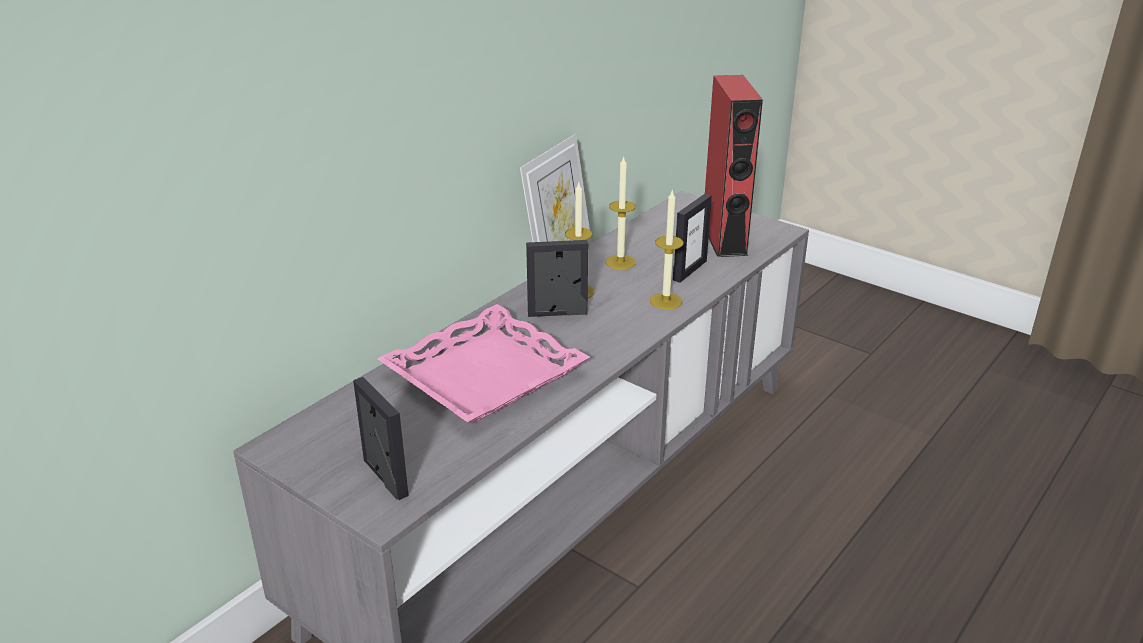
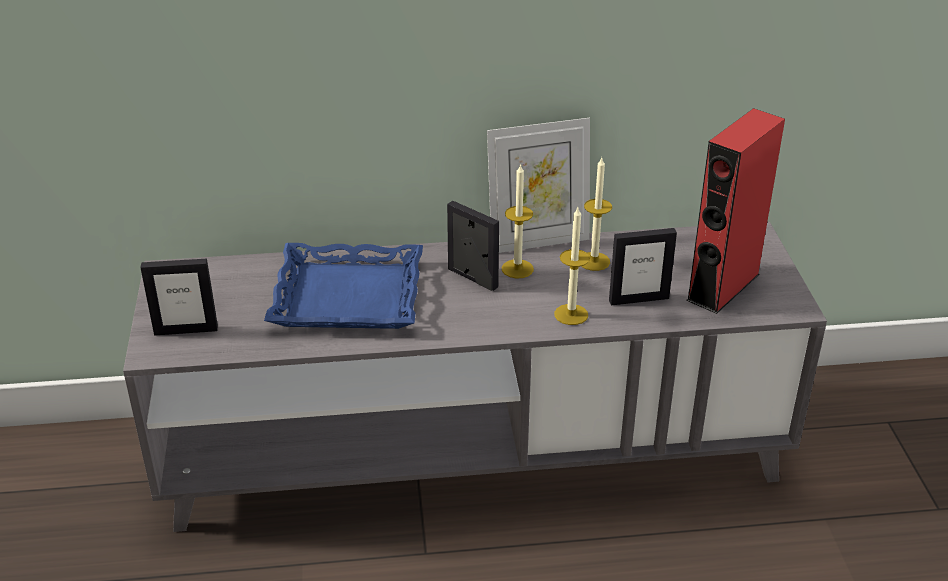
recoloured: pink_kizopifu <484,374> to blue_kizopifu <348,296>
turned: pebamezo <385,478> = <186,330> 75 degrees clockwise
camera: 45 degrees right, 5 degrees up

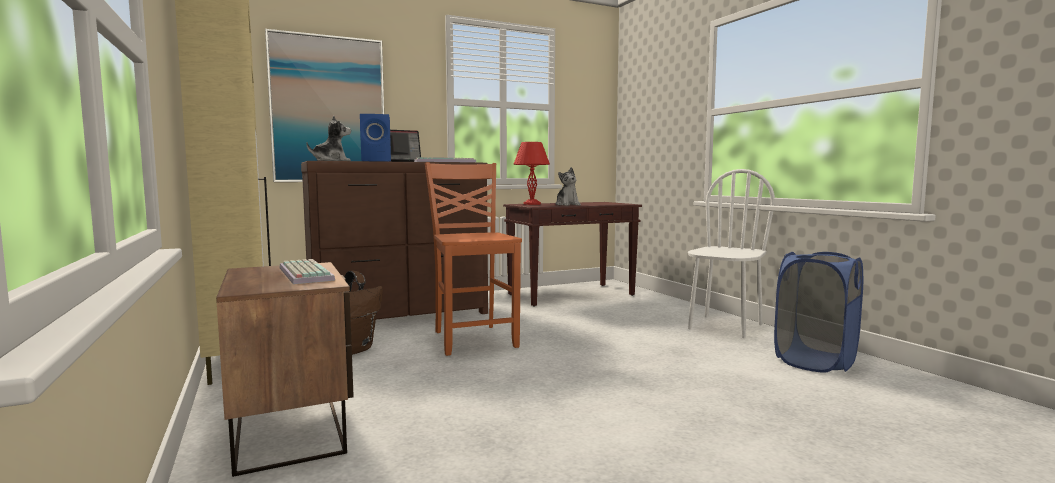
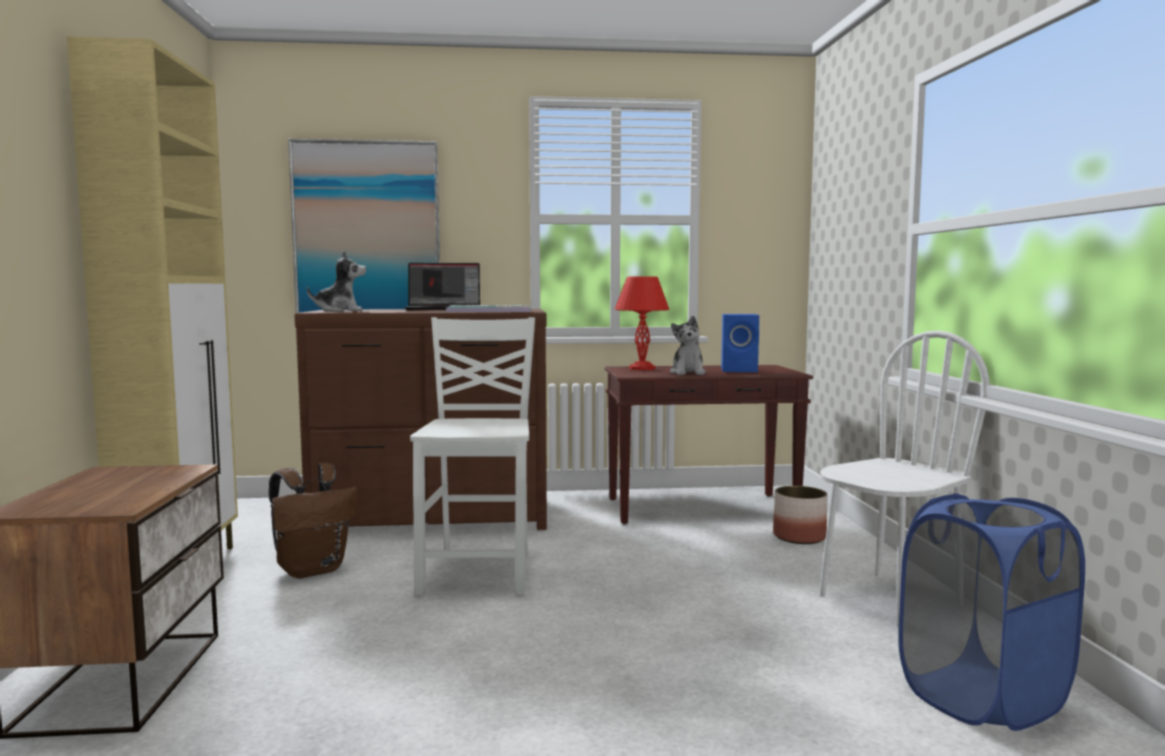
removed: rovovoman <303,273>
added: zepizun <799,537>
moved: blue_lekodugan <378,161> to <740,370>
recoloured: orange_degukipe <473,339> to white_degukipe <479,572>
camera: 20 degrees right, 0 degrees up

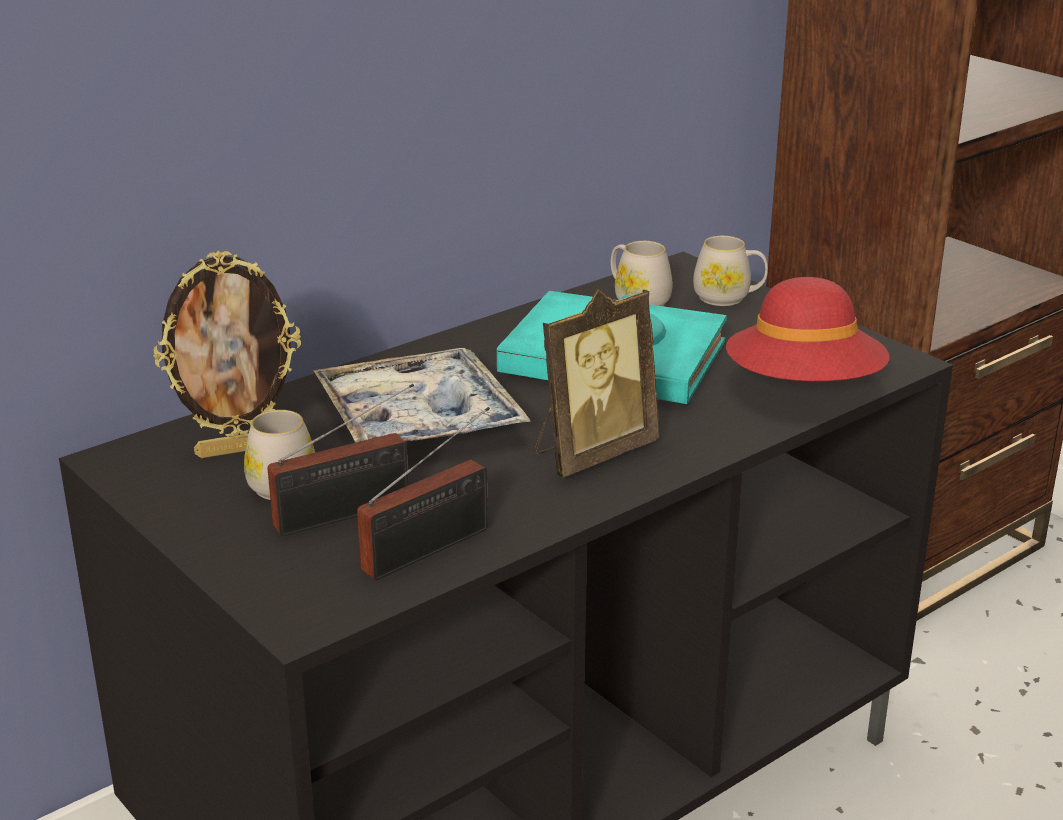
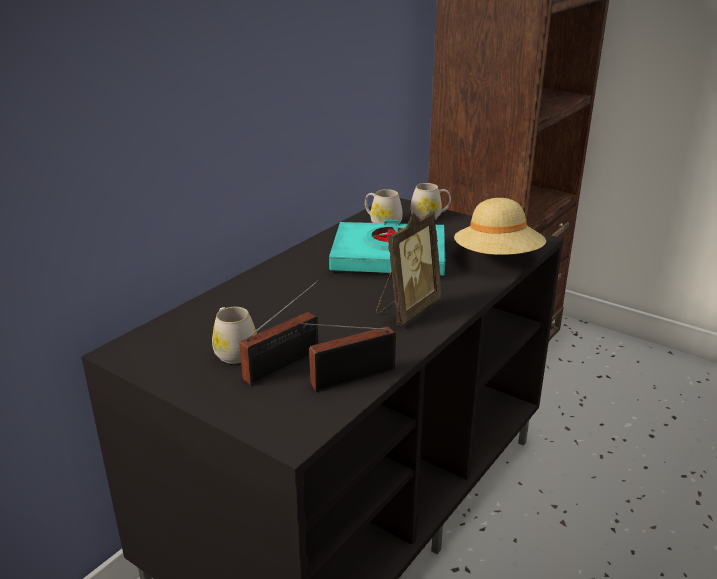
removed: pebamezo <238,449>; kizopifu <419,419>
recoloured: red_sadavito <804,388> to beige_sadavito <497,259>
turned: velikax <433,547> = <348,378> 150 degrees counterclockwise
camera: 15 degrees left, 0 degrees up

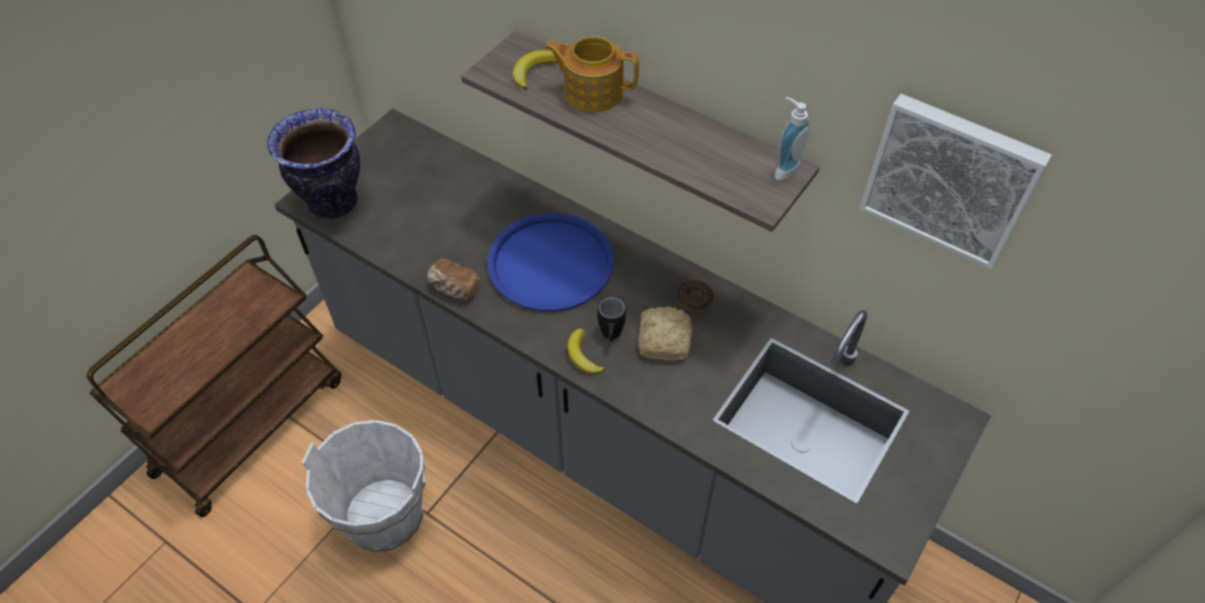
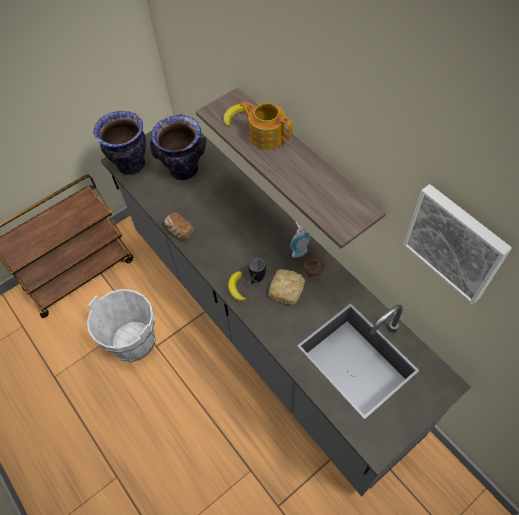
removed: blue_kizopifu <550,263>
added: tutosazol <184,170>
moved: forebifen <783,168> to <298,251>
camera: 20 degrees right, 5 degrees up

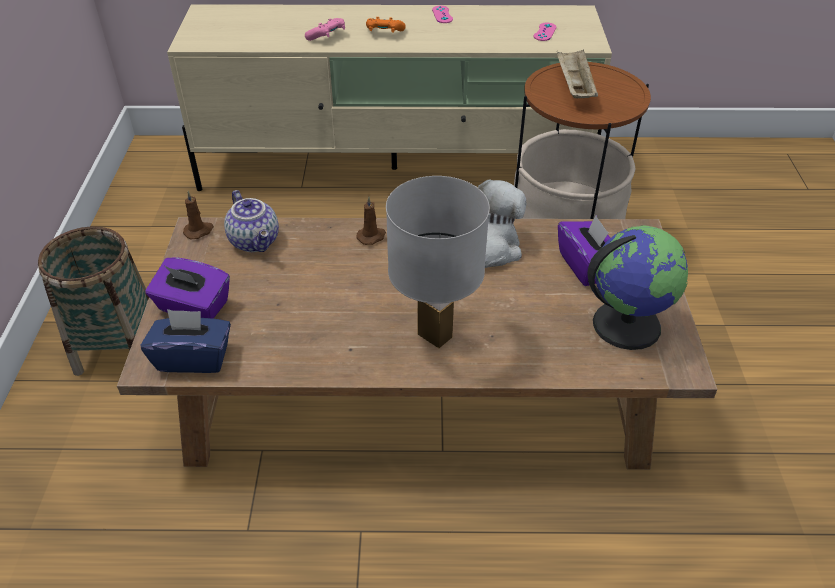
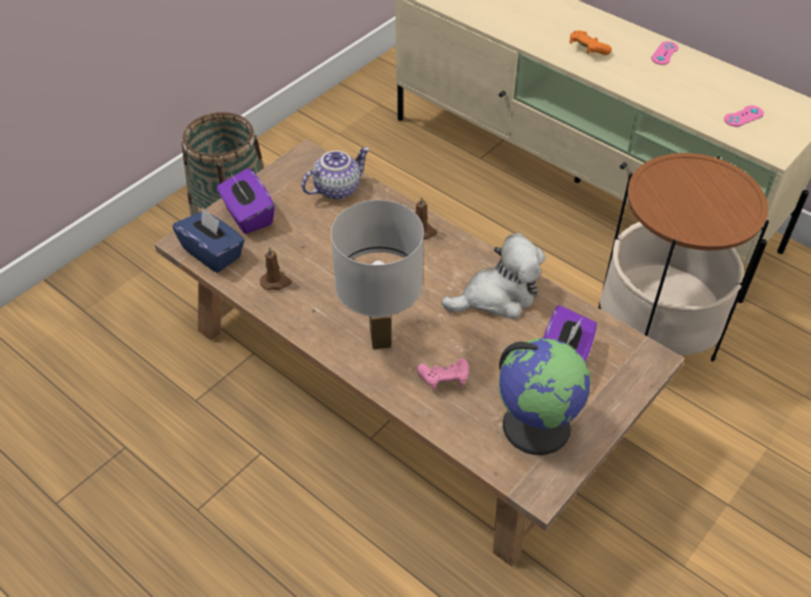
removed: beige_kizopifu <574,87>
moved: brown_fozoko <199,231> to <276,282>; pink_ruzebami <327,37> to <444,379>
turned: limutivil <256,241> = <337,188> 135 degrees counterclockwise
camera: 40 degrees right, 5 degrees up

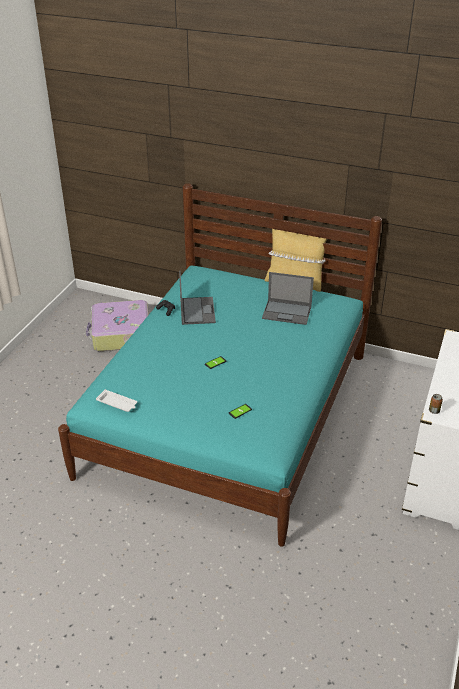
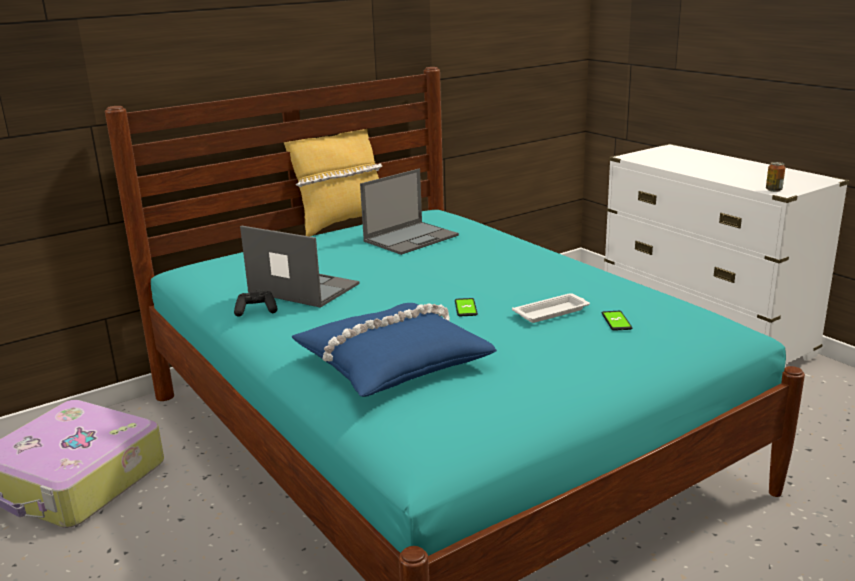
added: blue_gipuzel <391,362>
moved: white_kizopifu <117,403> to <552,312>
camera: 55 degrees left, 15 degrees down

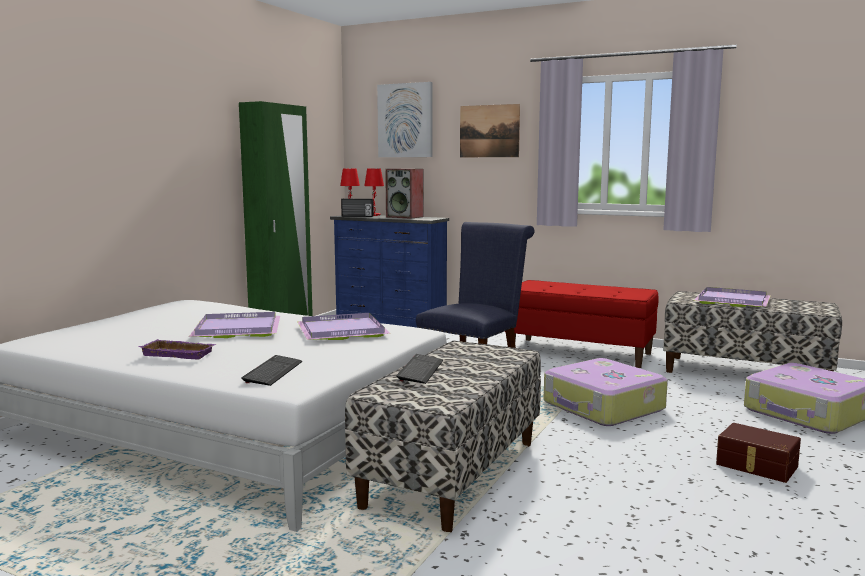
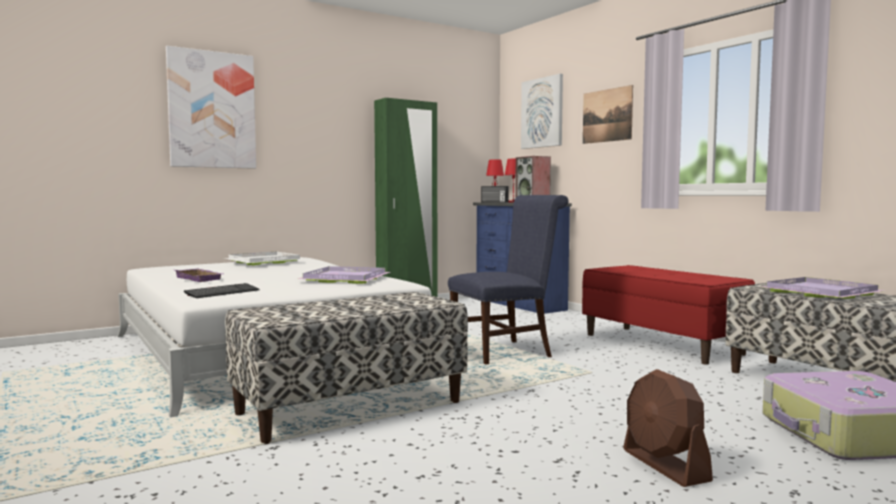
removed: purple_kizopifu <236,329>; rovovoman <420,370>; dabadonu <603,407>
added: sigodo <212,110>; white_kizopifu <263,261>
replaced: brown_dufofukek <756,466> to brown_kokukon <665,465>
camera: 30 degrees right, 5 degrees down

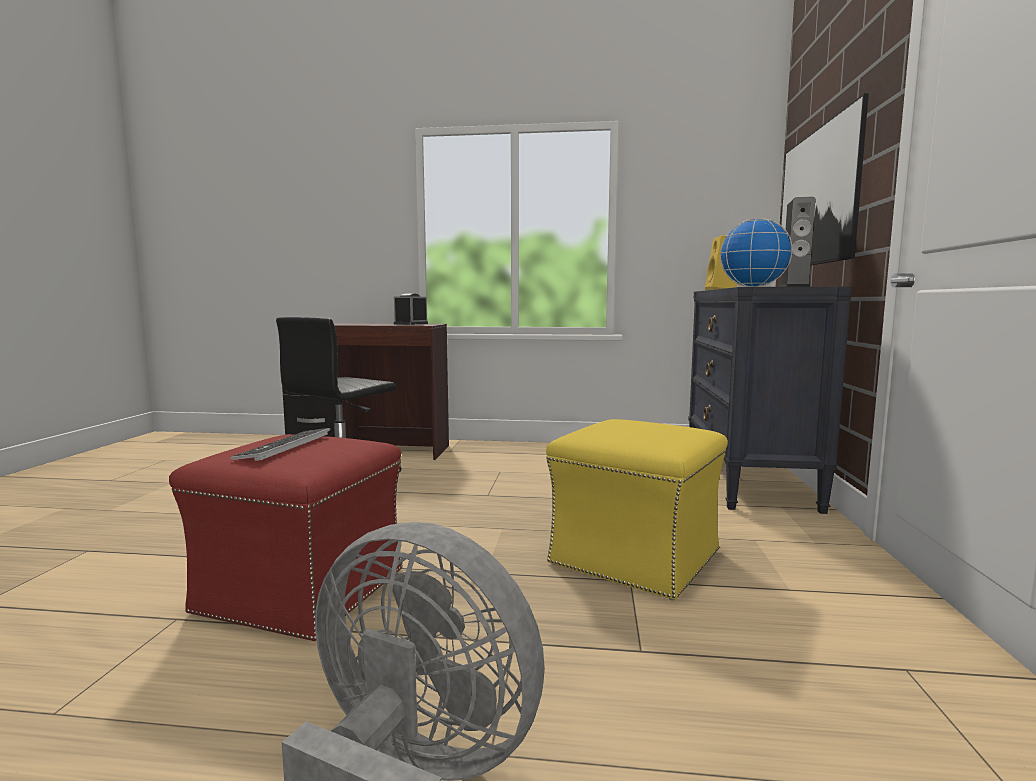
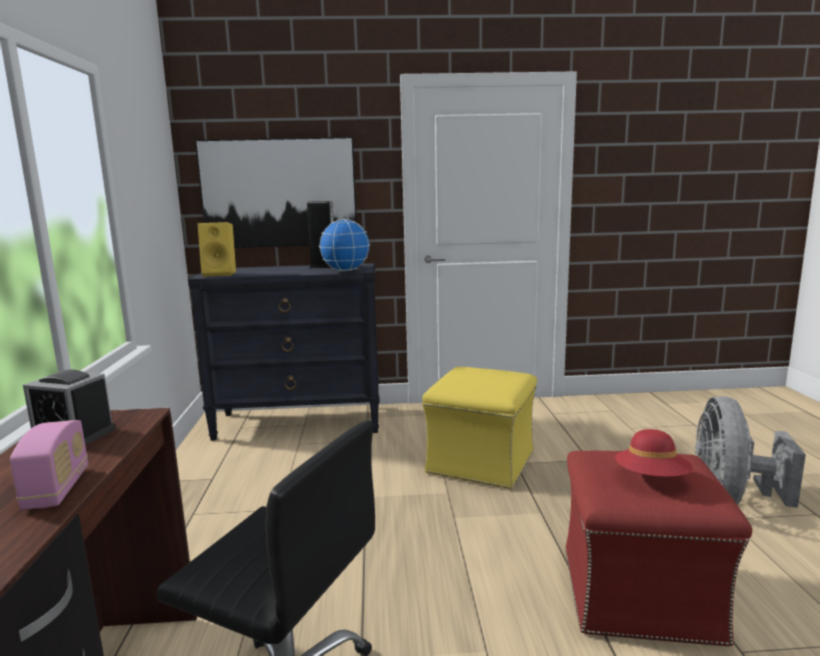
added: velikax <57,489>
replaced: rovovoman <284,446> to red_sadavito <651,479>
camera: 100 degrees left, 5 degrees up

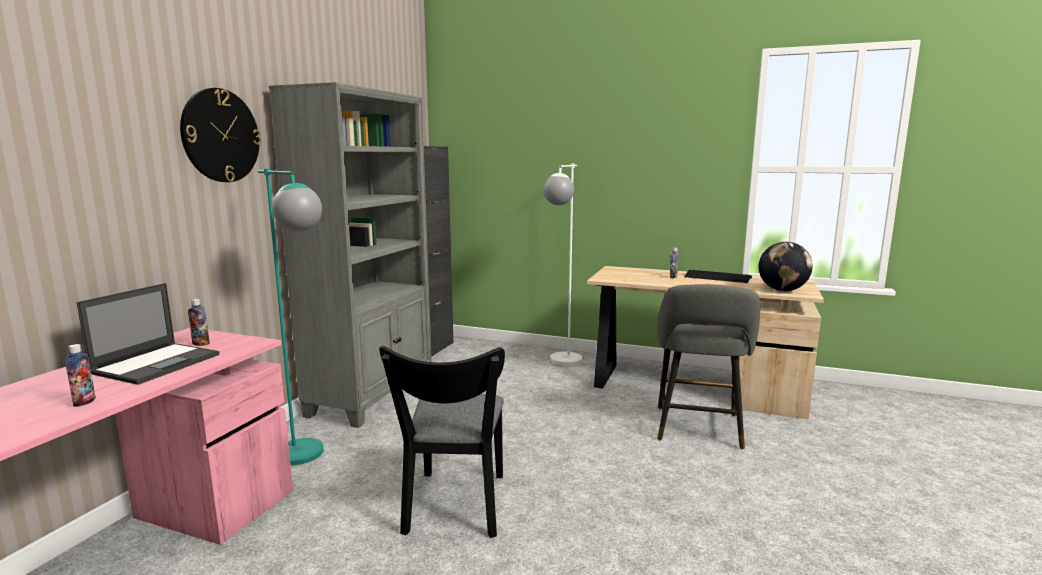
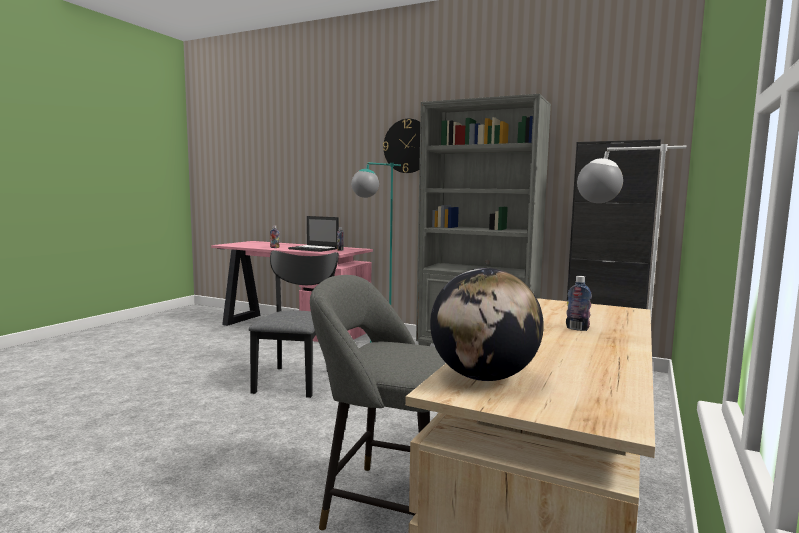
removed: rovovoman <717,278>
turned: black_degukipe <455,508> = <296,378> 90 degrees clockwise
camera: 95 degrees right, 5 degrees down

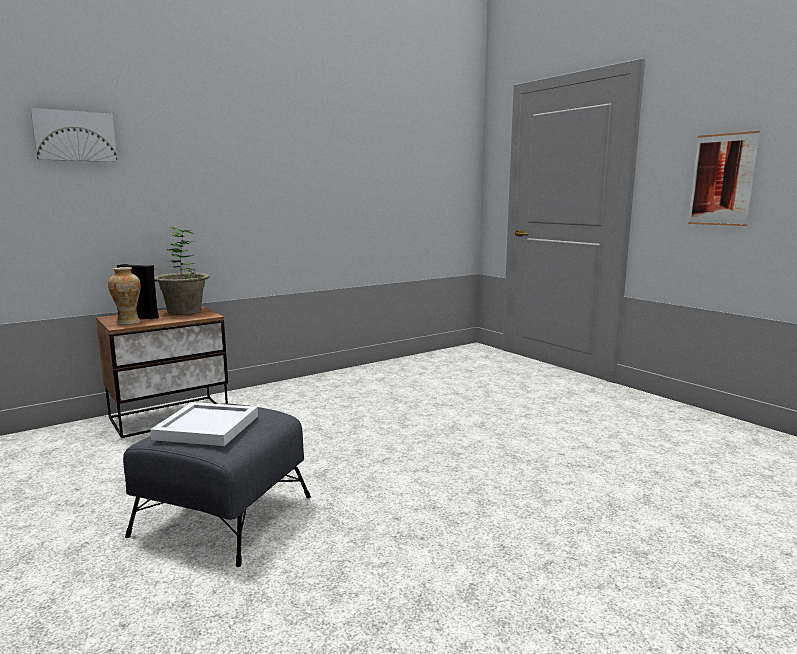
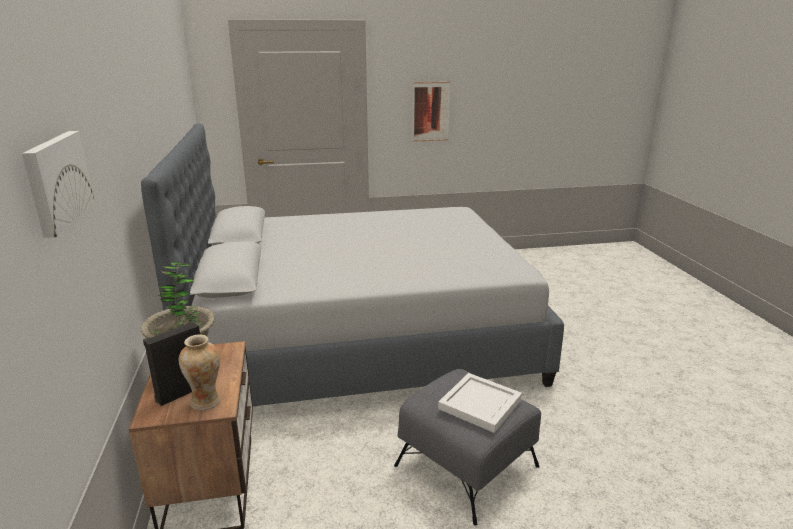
added: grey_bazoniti <362,337>
camera: 65 degrees left, 10 degrees up

